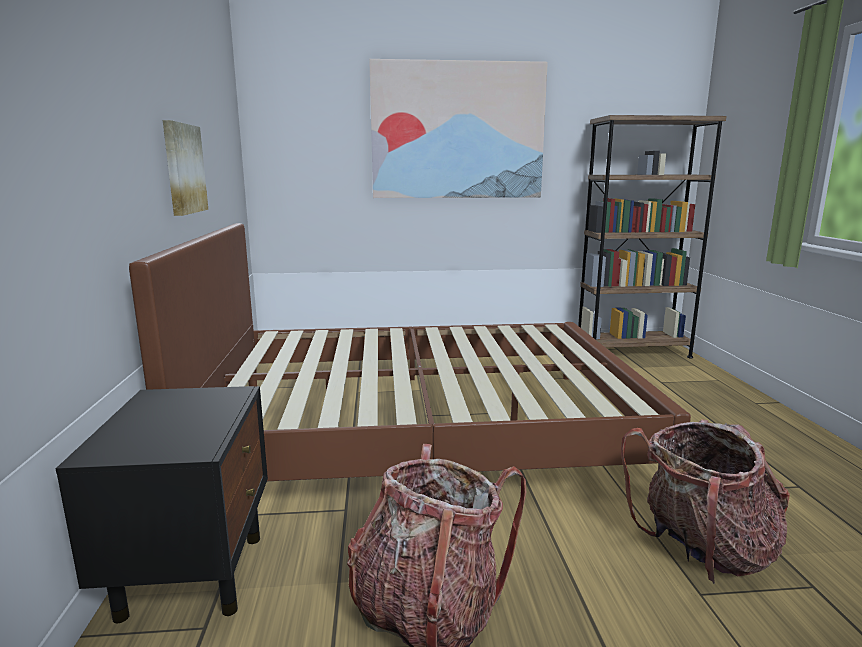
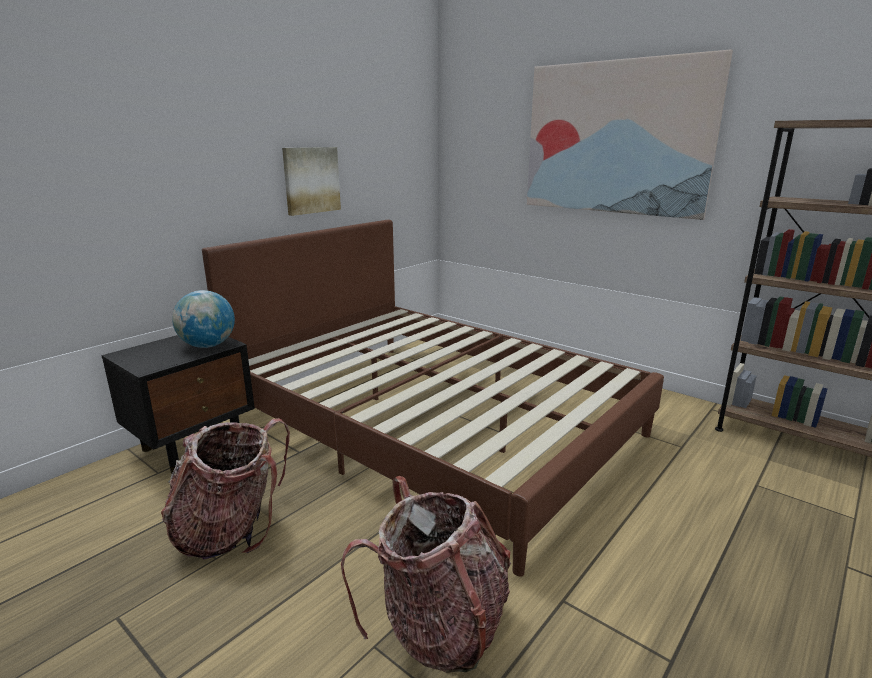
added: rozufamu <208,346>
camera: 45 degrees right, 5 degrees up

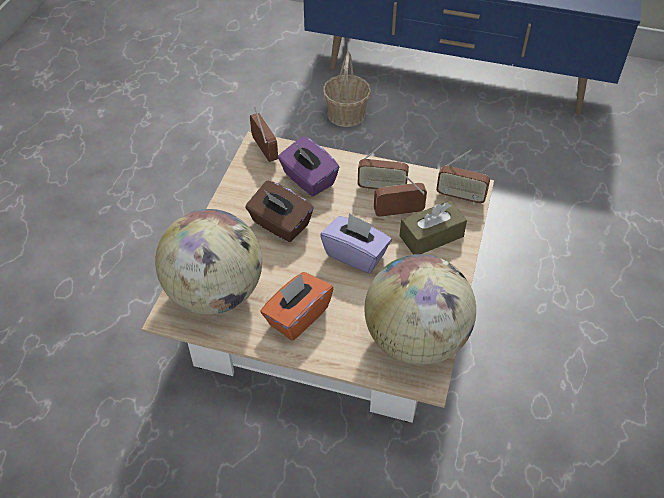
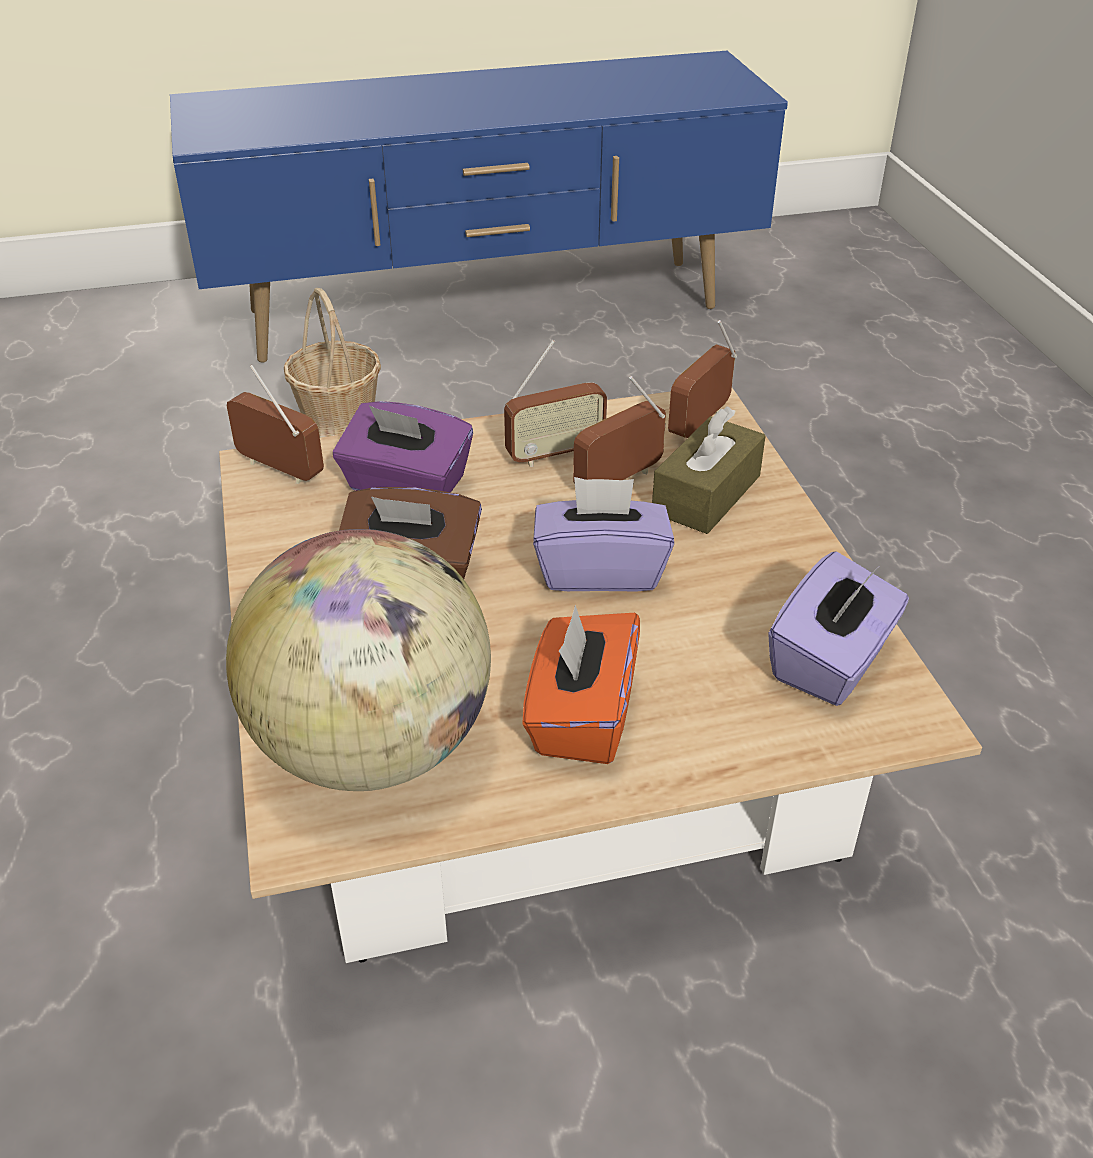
replaced: rozufamu <415,339> to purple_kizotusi <831,662>
turned: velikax <460,197> = <700,423> 135 degrees clockwise
camera: 30 degrees left, 10 degrees down

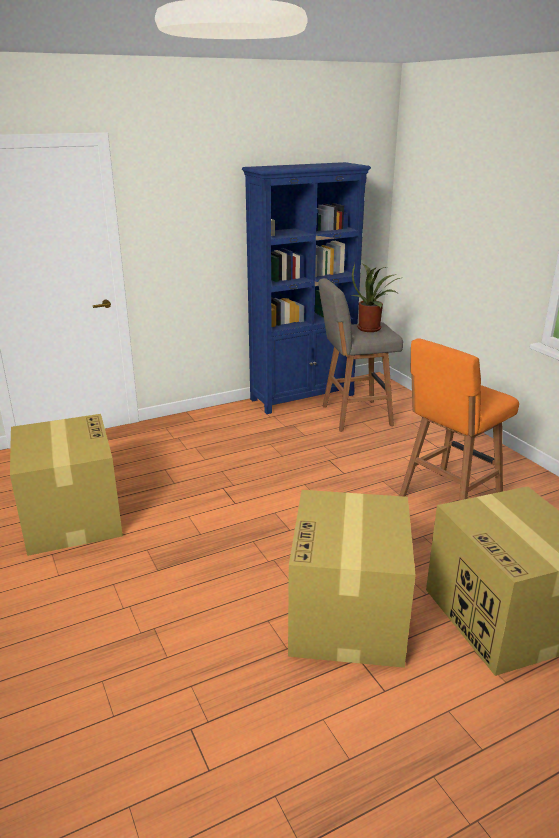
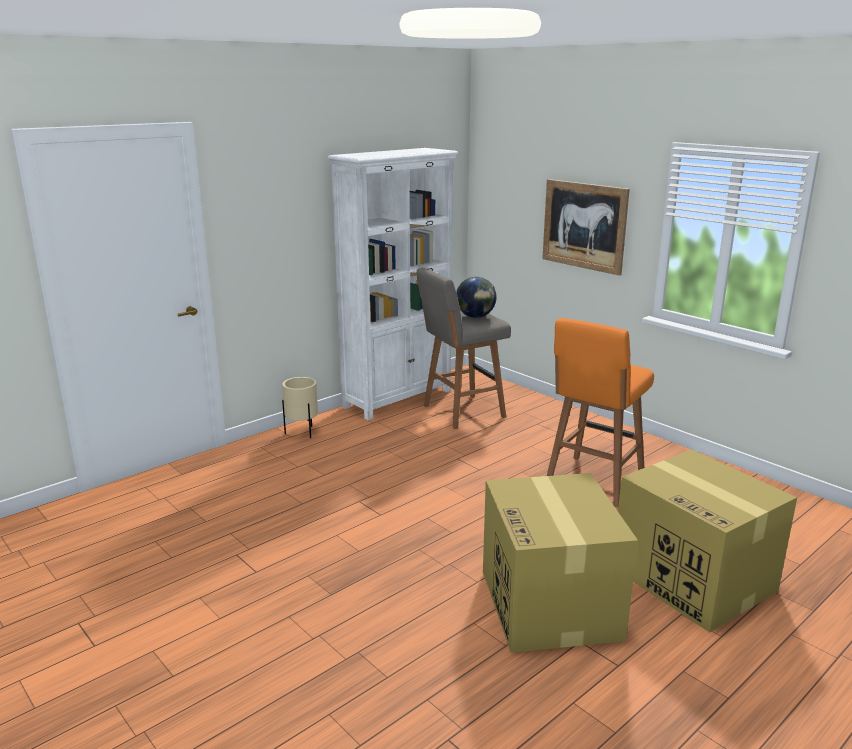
removed: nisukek <71,516>
added: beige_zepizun <302,433>; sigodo <584,226>
replaced: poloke <371,328> to rozufamu <475,317>
recoloured: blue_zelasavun <303,397> to white_zelasavun <398,398>
camera: 15 degrees left, 5 degrees down

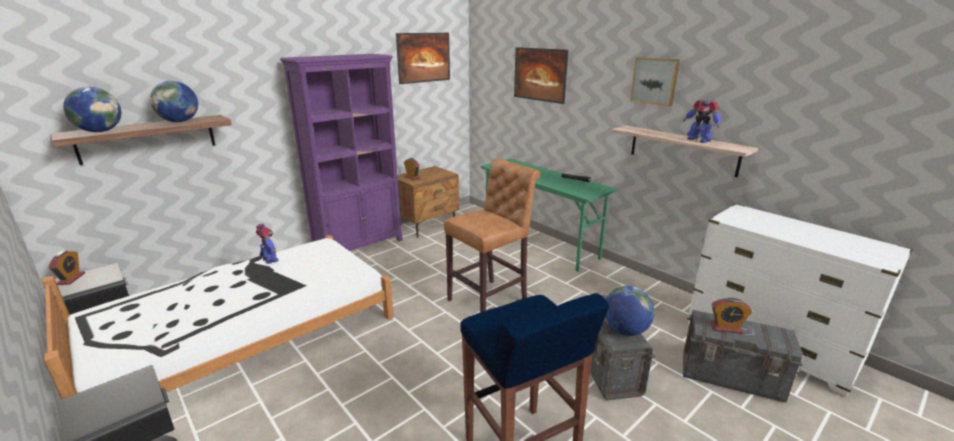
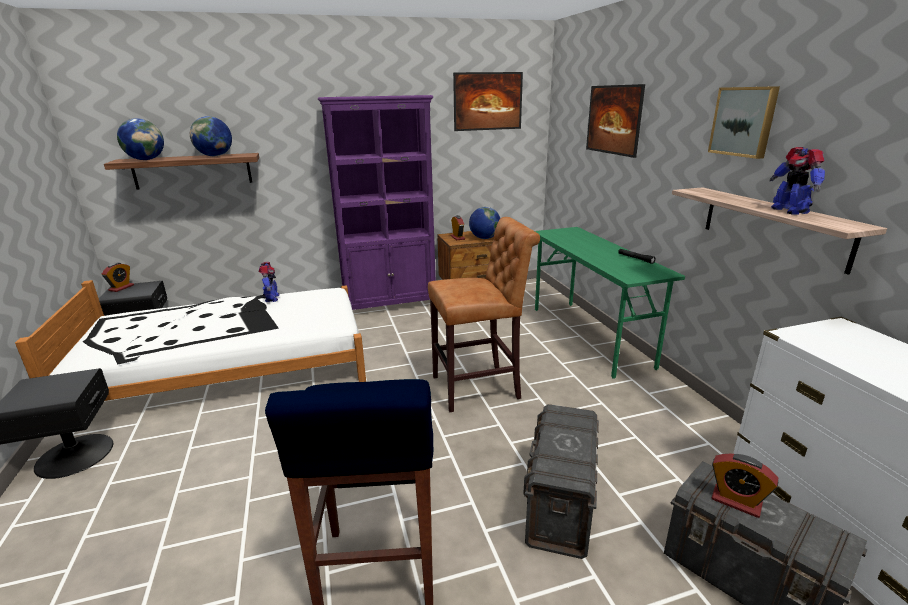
moved: rozufamu <624,330> to <484,238>
camera: 25 degrees right, 0 degrees up

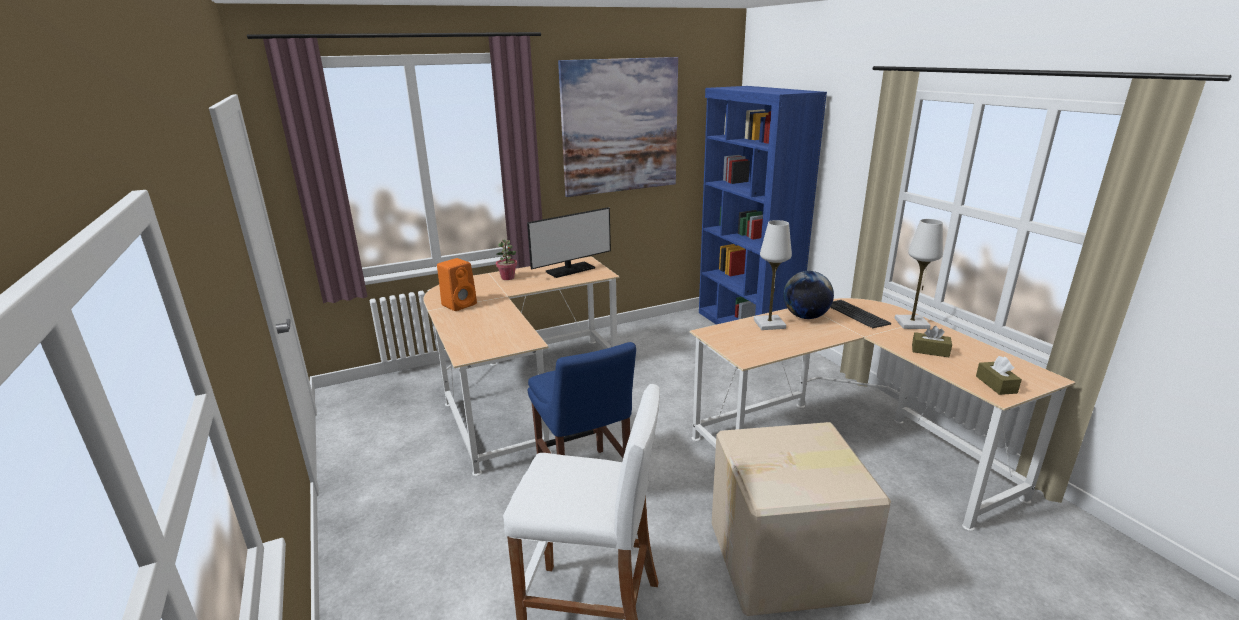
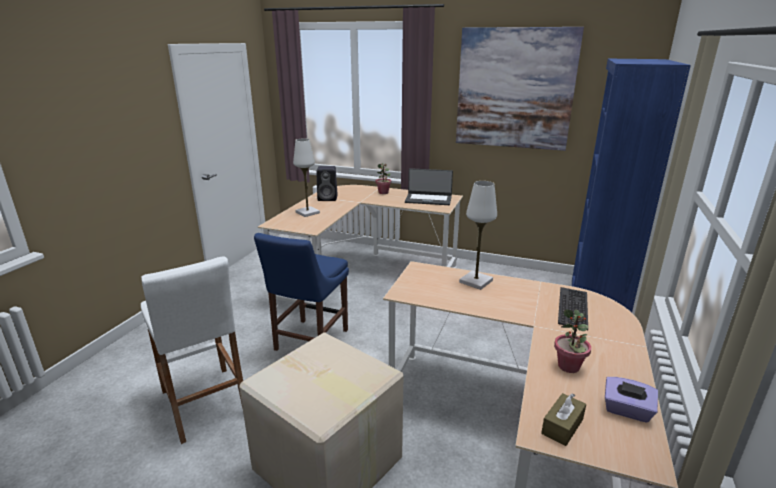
removed: rozufamu <805,317>
added: purple_kizotusi <626,410>
moved: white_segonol <911,323> to <307,213>
replaced: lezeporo <570,270> to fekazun <428,199>; brown_kizotusi <930,351> to poloke <569,366>
recoloured: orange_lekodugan <460,304> to black_lekodugan <328,198>
camera: 45 degrees right, 0 degrees up

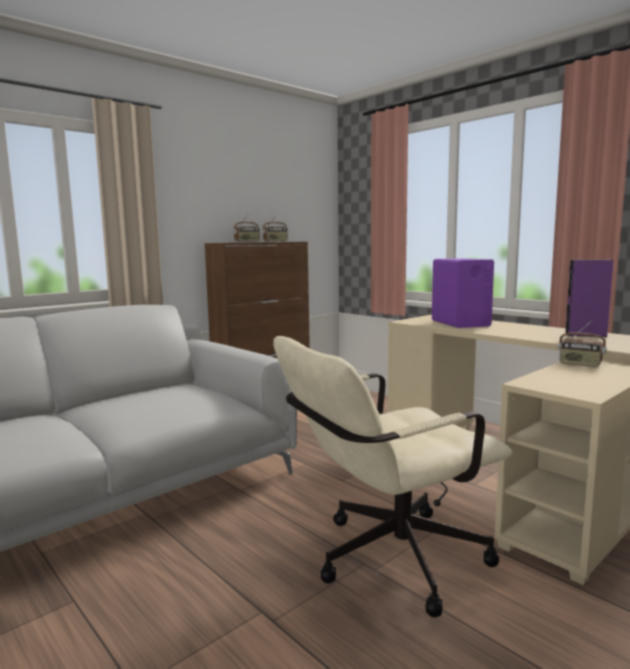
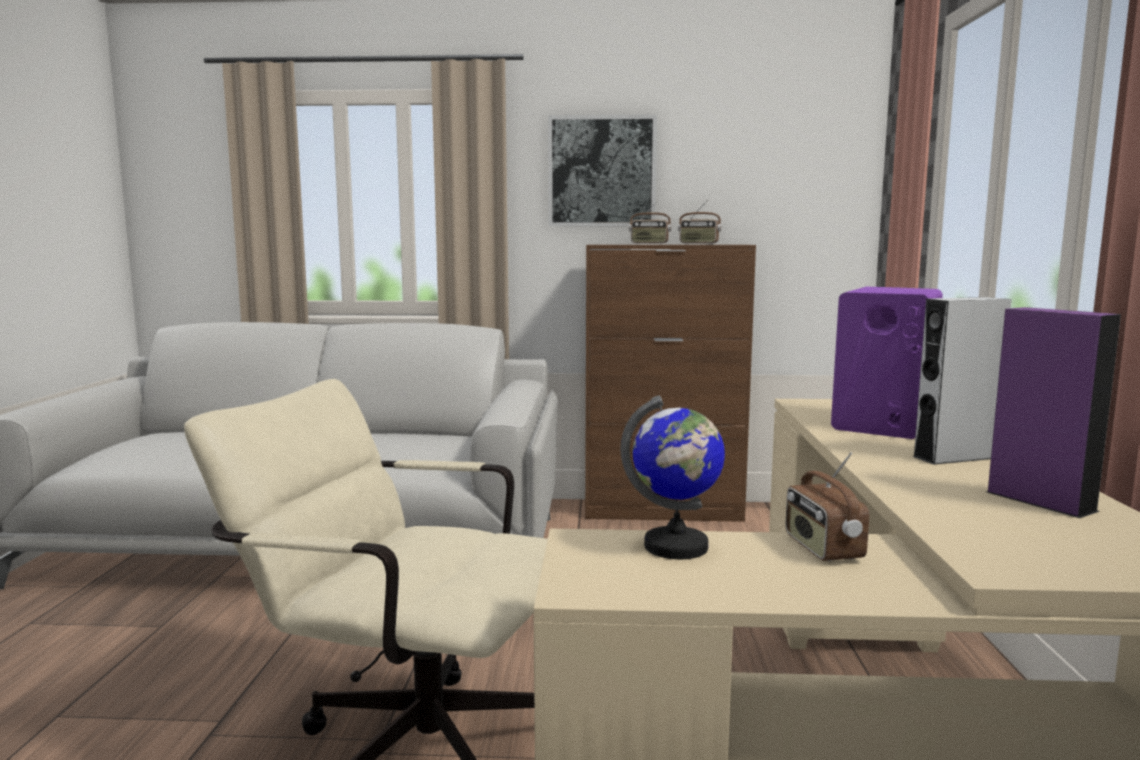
added: sigodo <602,171>; rozufamu <676,547>; grey_lekodugan <954,457>
camera: 45 degrees right, 0 degrees up

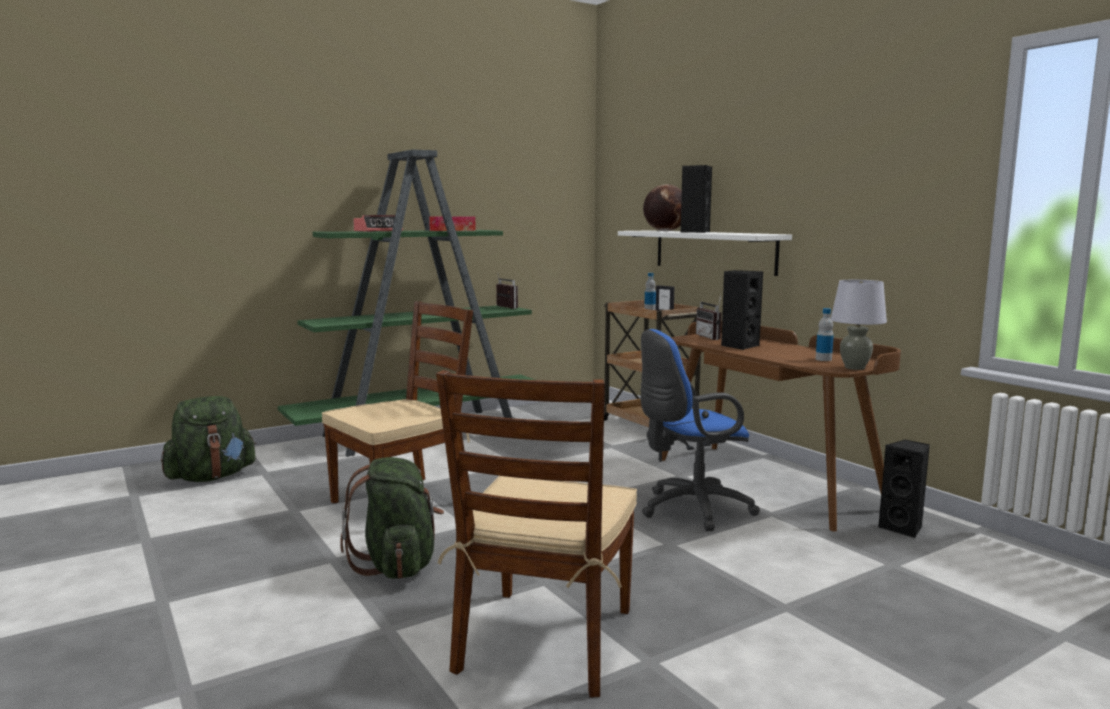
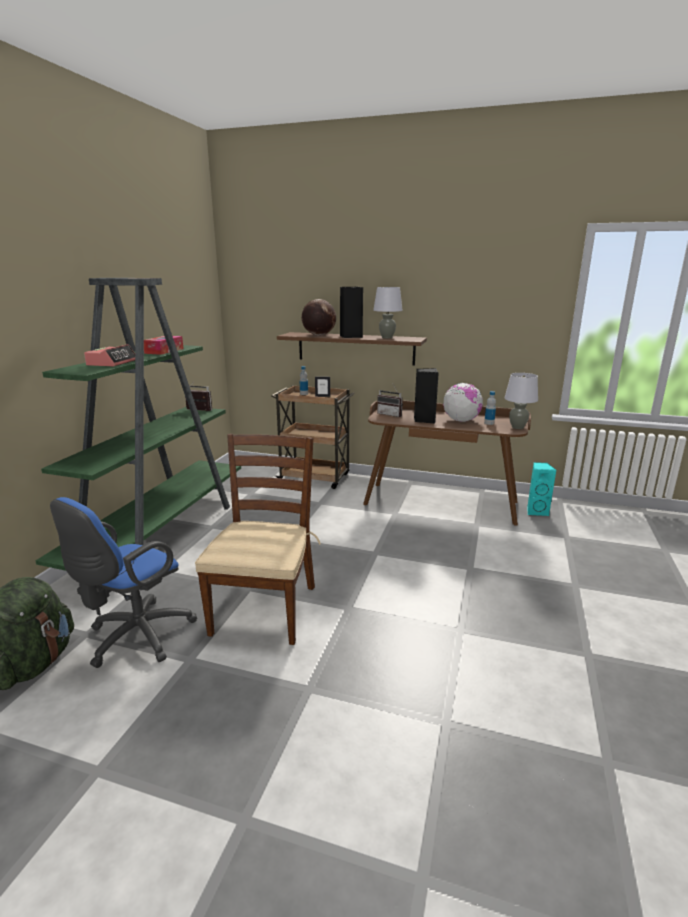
removed: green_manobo <397,565>; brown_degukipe <545,640>
added: grey_segonol <387,337>; rozufamu <461,420>
moved: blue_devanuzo <690,509> to <135,638>
recoloured: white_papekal <713,251> to brown_papekal <355,348>; black_lekodugan <903,528> to turquoise_lekodugan <536,511>
camera: 40 degrees left, 10 degrees up

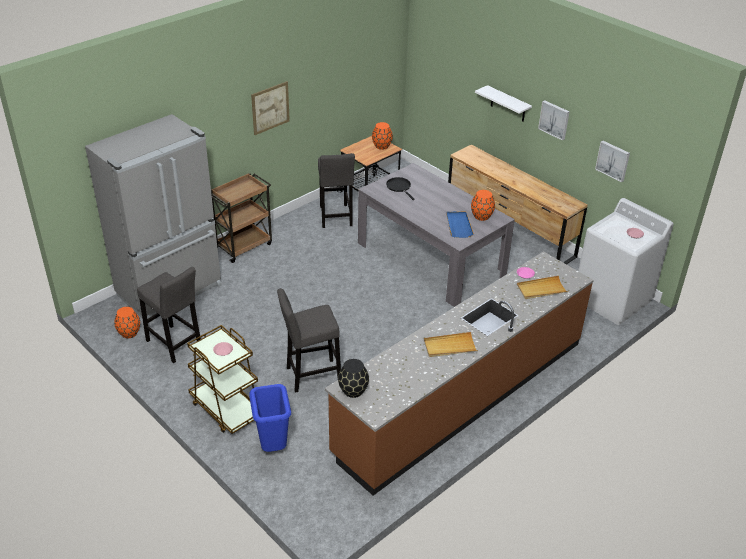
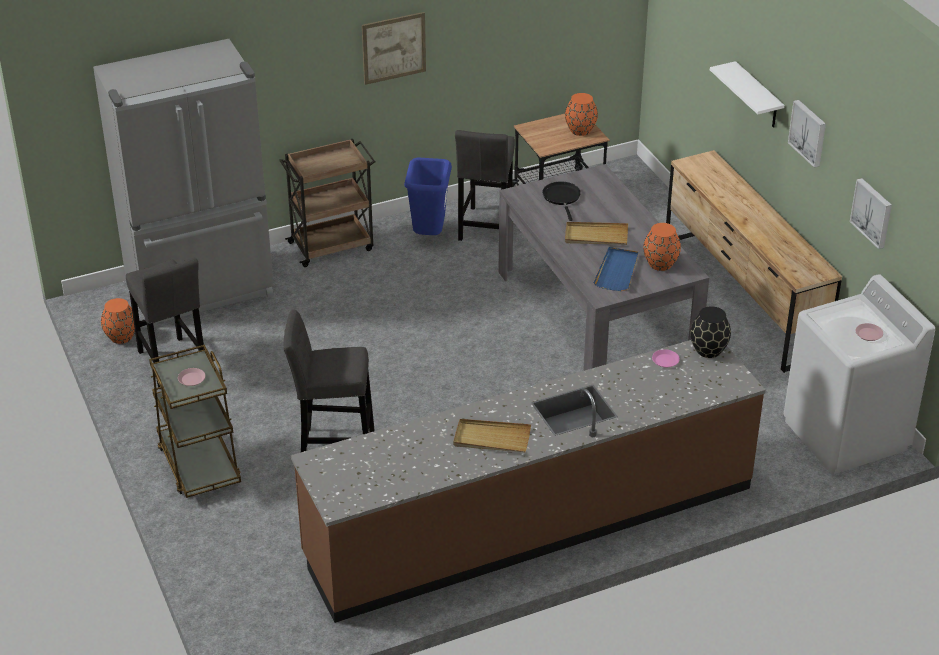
moved: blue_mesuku <273,447> to <429,235>; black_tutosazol <353,390> to <708,350>; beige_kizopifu <541,289> to <596,236>
camera: 20 degrees right, 0 degrees up

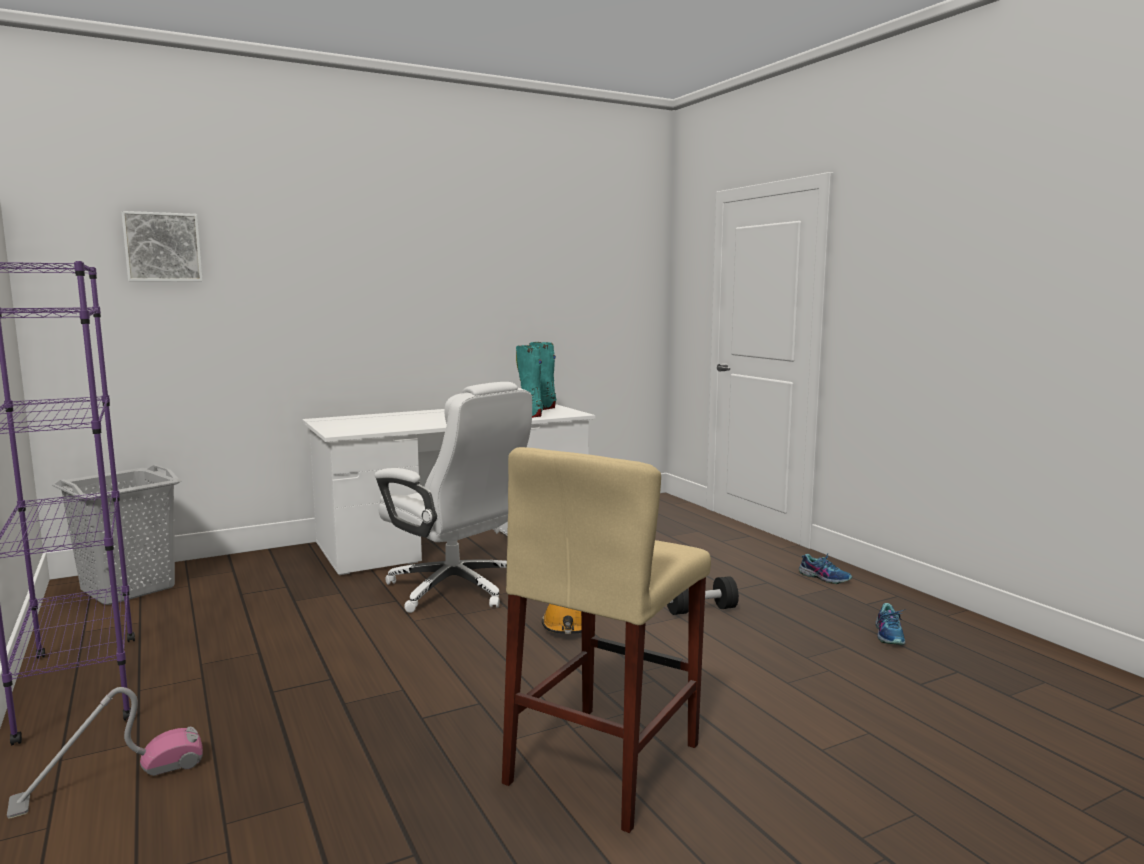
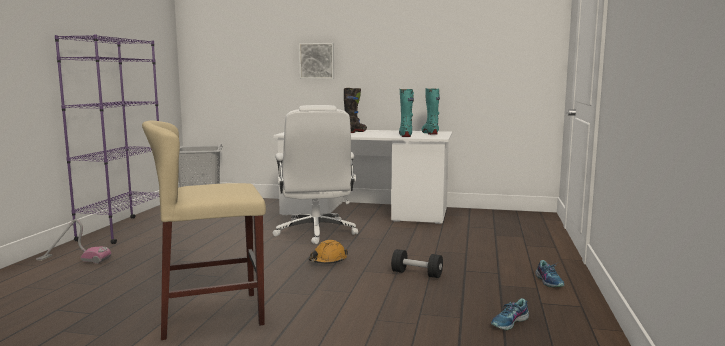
added: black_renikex <355,132>
moved: sigodo <163,247> to <317,61>
camera: 40 degrees right, 0 degrees up

